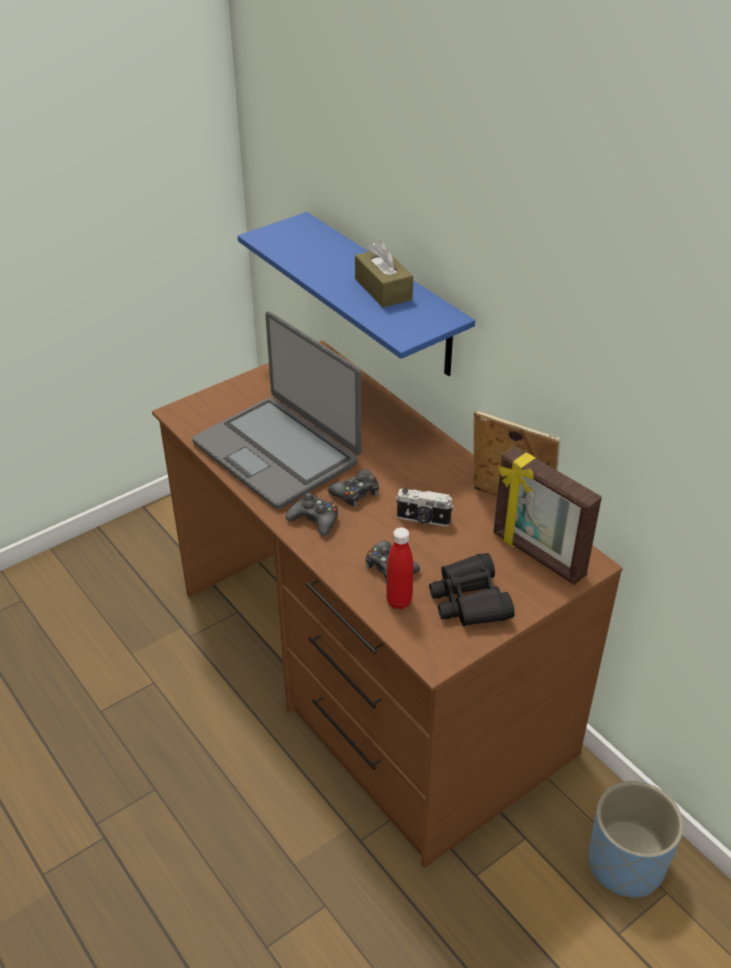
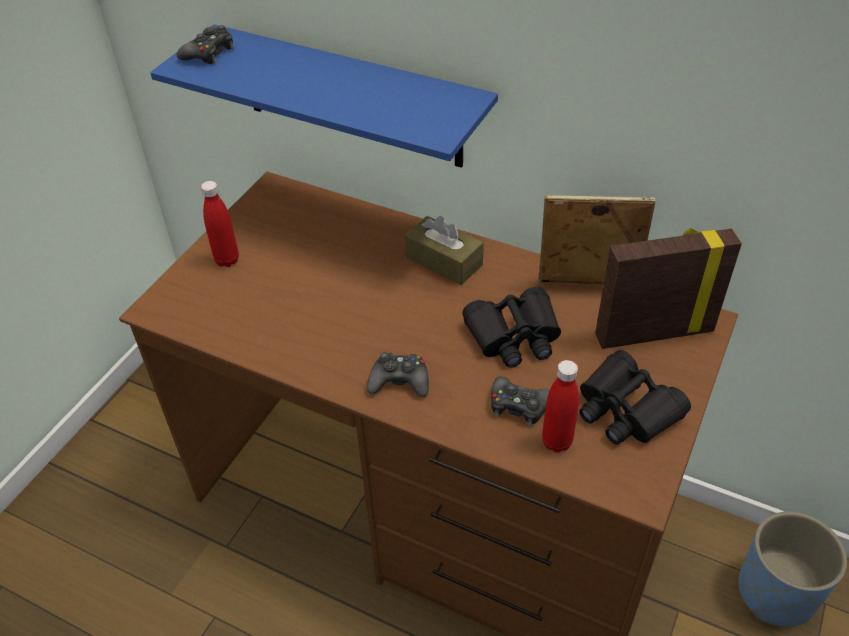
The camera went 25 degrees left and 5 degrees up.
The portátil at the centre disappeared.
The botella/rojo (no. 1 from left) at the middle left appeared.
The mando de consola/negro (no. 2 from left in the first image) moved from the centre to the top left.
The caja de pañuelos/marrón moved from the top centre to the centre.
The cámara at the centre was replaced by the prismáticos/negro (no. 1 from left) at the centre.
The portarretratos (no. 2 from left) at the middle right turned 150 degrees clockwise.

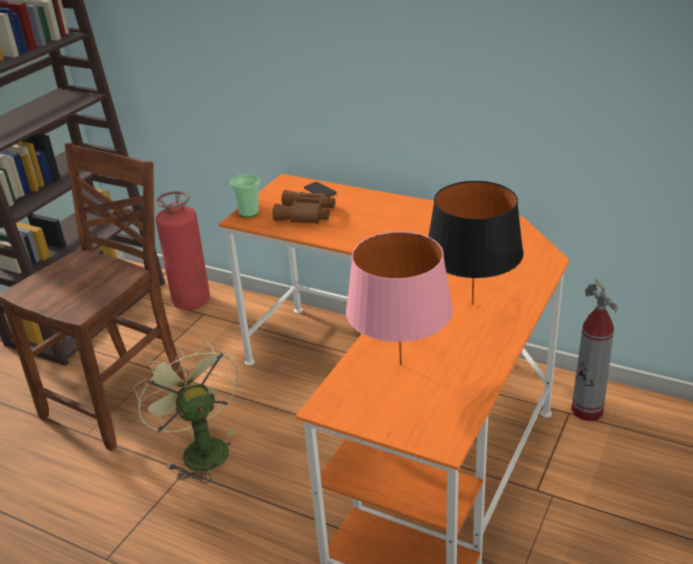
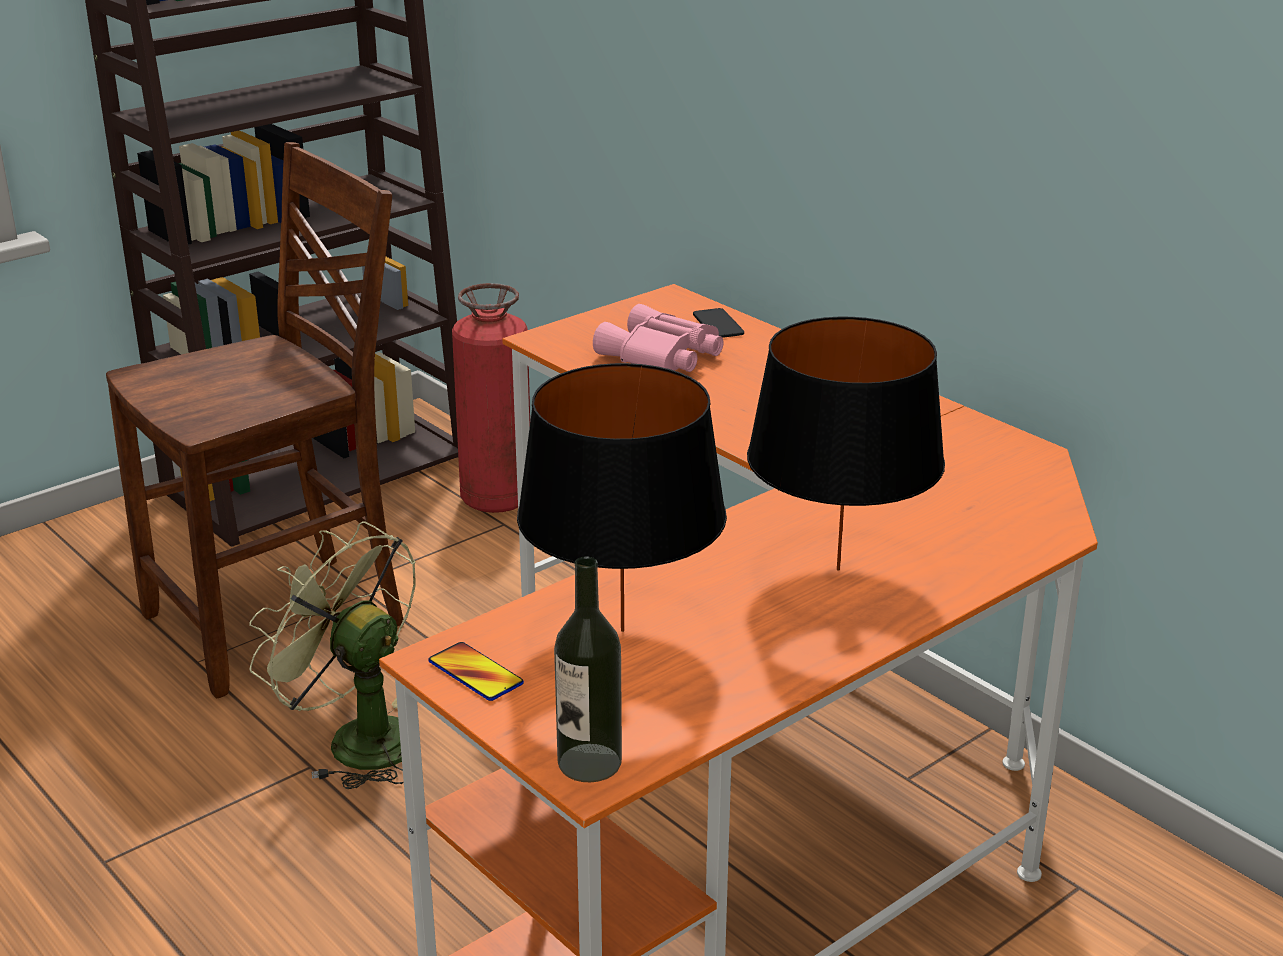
The camera went 20 degrees right and 5 degrees down.
The taza at the centre disappeared.
The extintor (no. 2 from left) at the middle right disappeared.
The móvil (no. 1 from left) at the bottom centre appeared.
The botella at the bottom centre appeared.
The prismáticos/marrón at the centre became the prismáticos/rosa at the centre.
The lámpara de mesa/rosa at the centre became the lámpara de mesa/negro (no. 1 from left) at the centre.
The ventilador/verde at the bottom left turned 45 degrees counterclockwise.

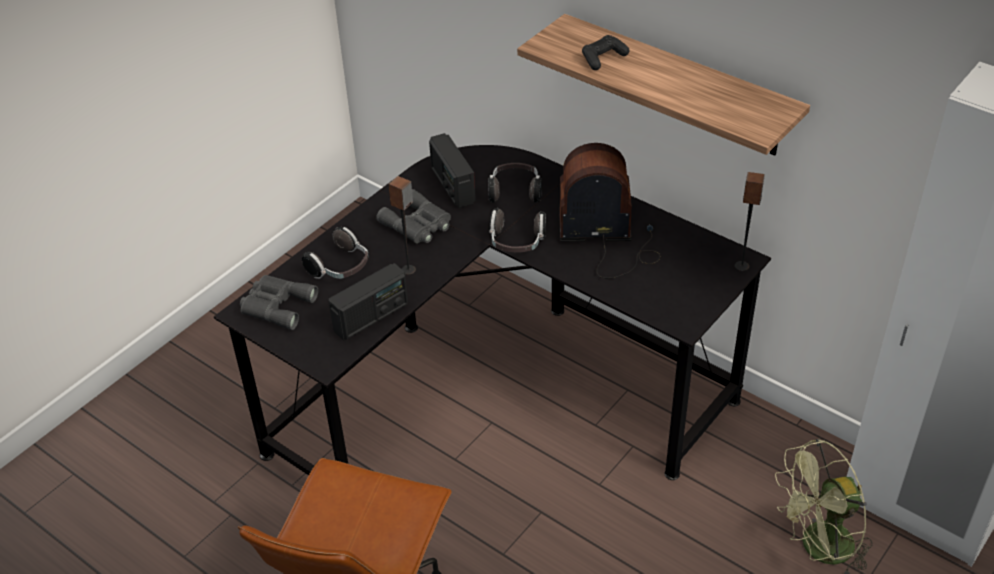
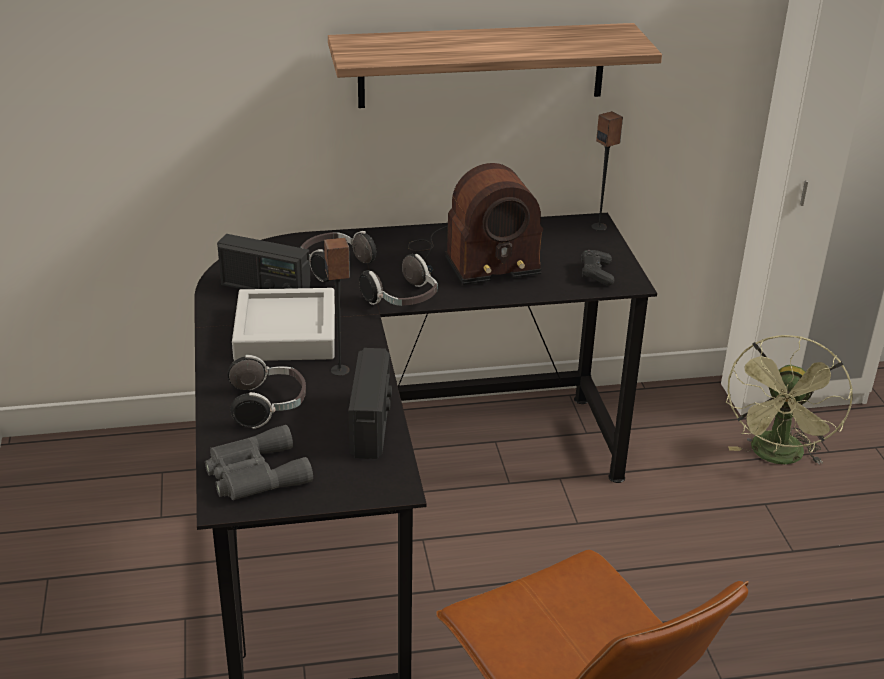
The camera went 50 degrees left and 10 degrees down.
The mando de consola/negro moved from the top centre to the middle right.
The prismáticos/gris (no. 2 from left) at the centre was replaced by the bandeja/gris at the middle left.
The radio (no. 3 from left) at the centre turned 150 degrees counterclockwise.

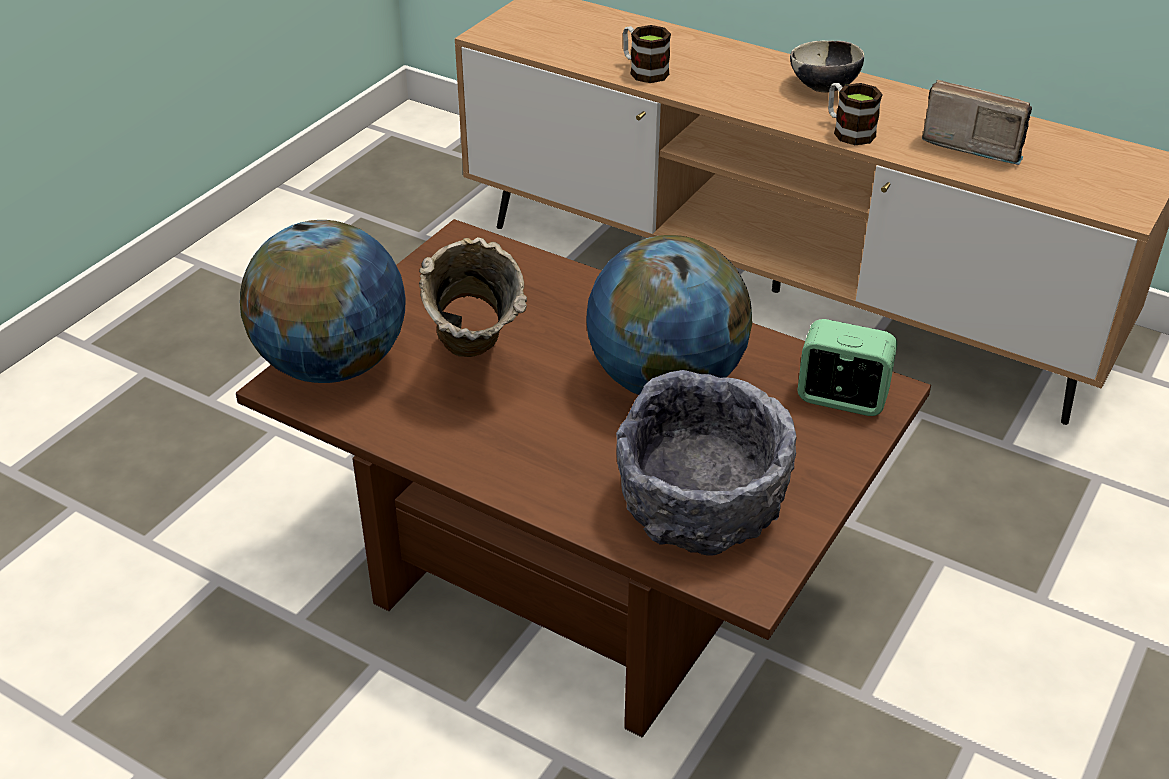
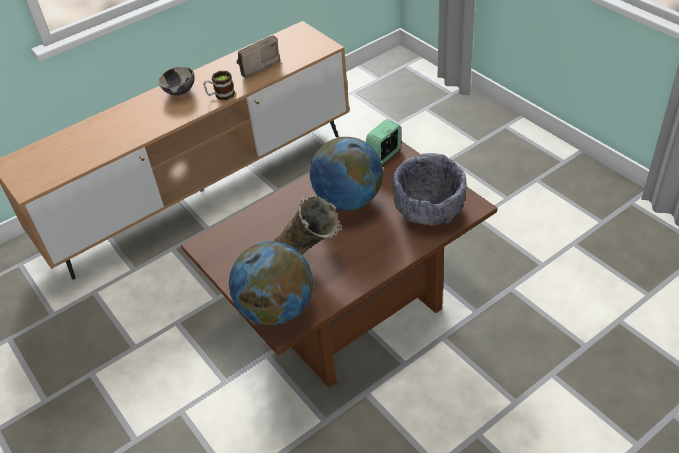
The camera went 65 degrees left and 5 degrees up.
The taza grande (no. 1 from left) at the top centre disappeared.

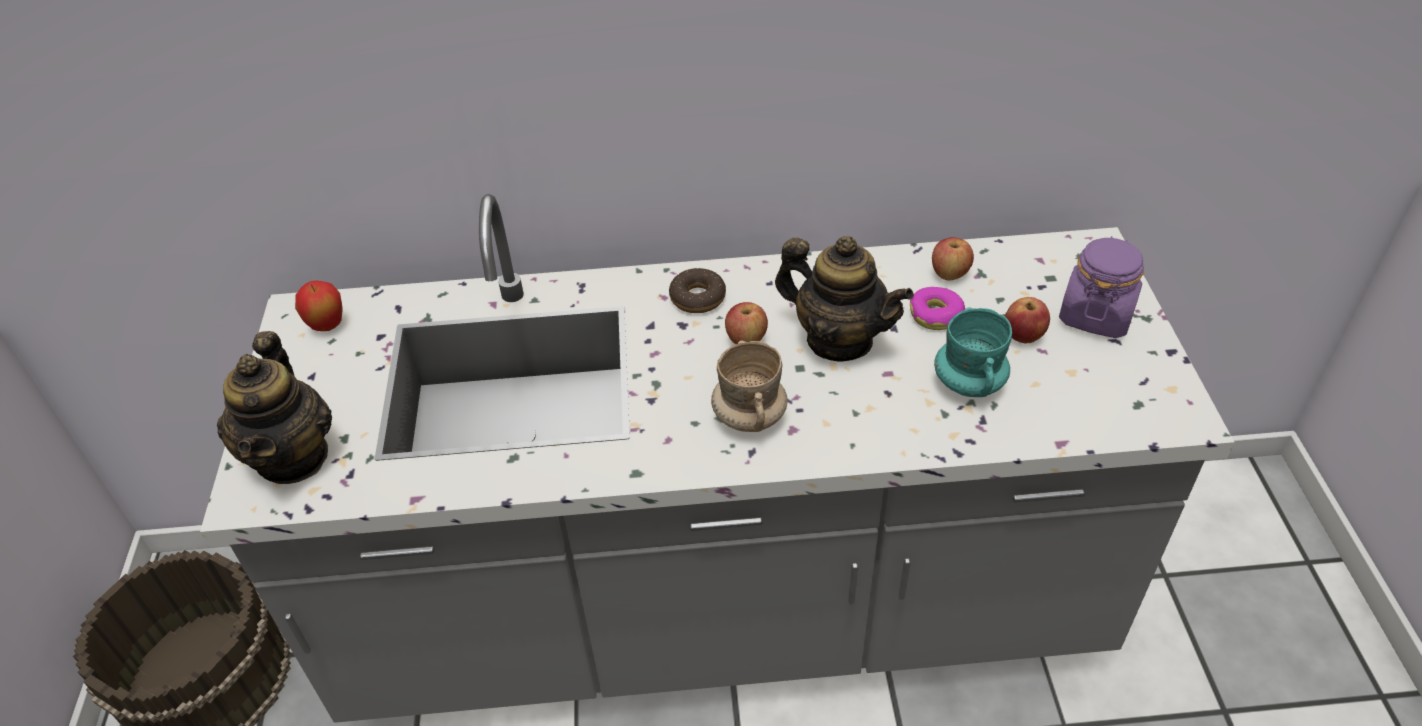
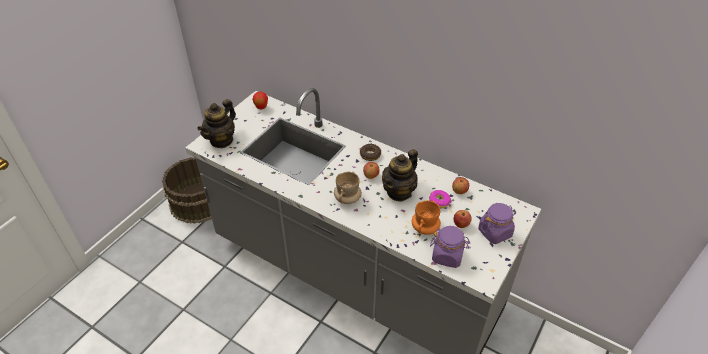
The camera went 35 degrees right and 0 degrees up.
The tarro/morado (no. 1 from left) at the bottom centre appeared.
The taza grande/turquesa at the middle right became the taza grande/naranja at the centre.
The tetera (no. 2 from left) at the centre turned 60 degrees clockwise.

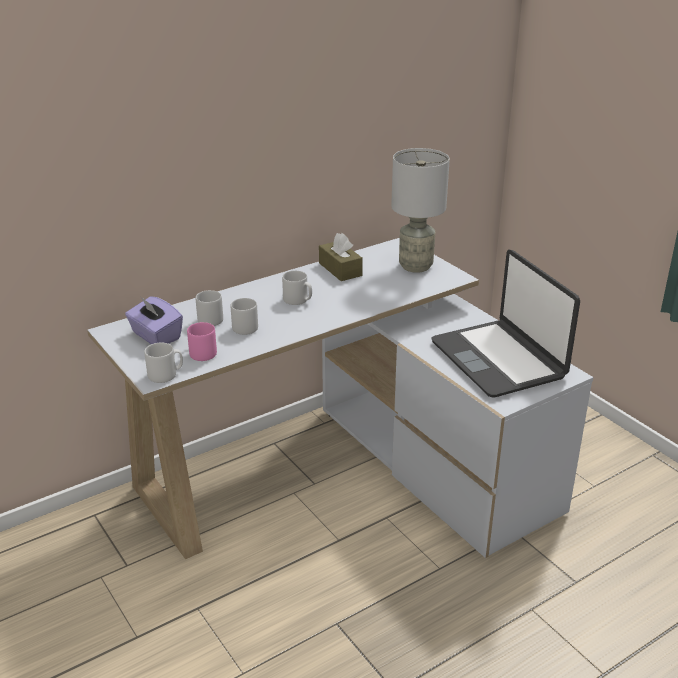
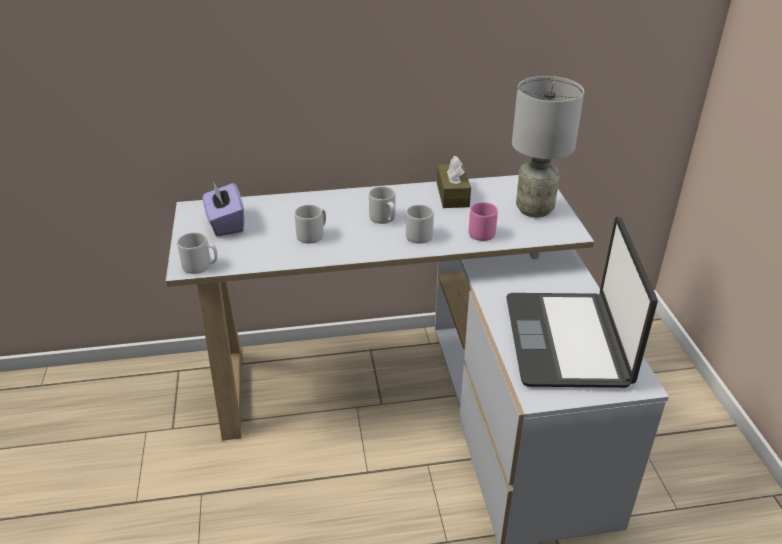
The camera went 25 degrees right and 5 degrees up.
The taza grande/rosa moved from the middle left to the centre.
The taza grande/gris (no. 2 from left in the first image) moved from the middle left to the centre.

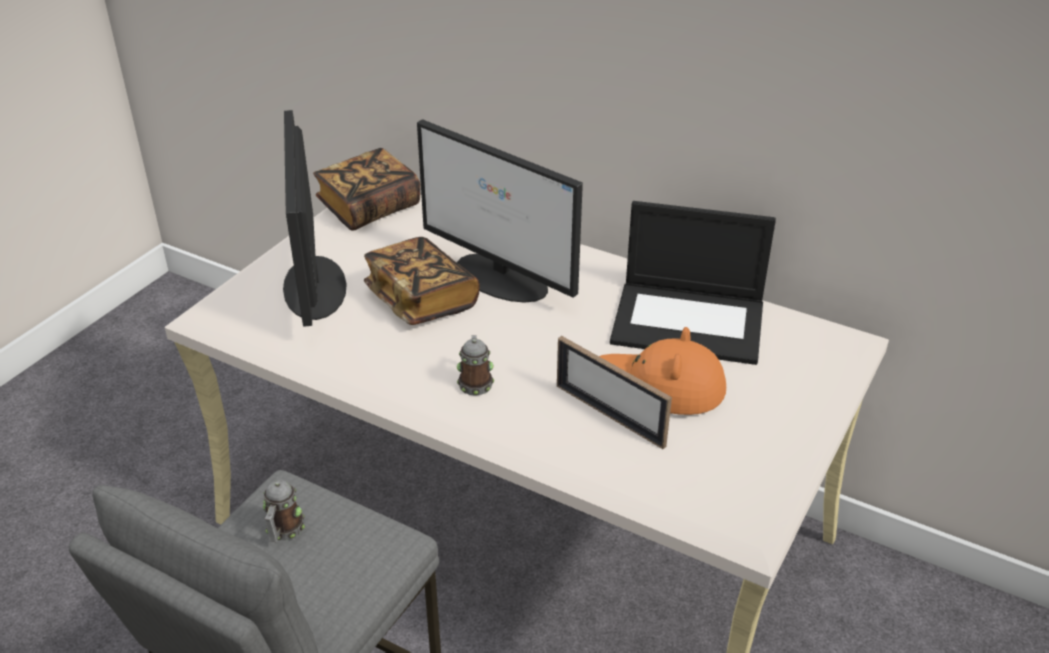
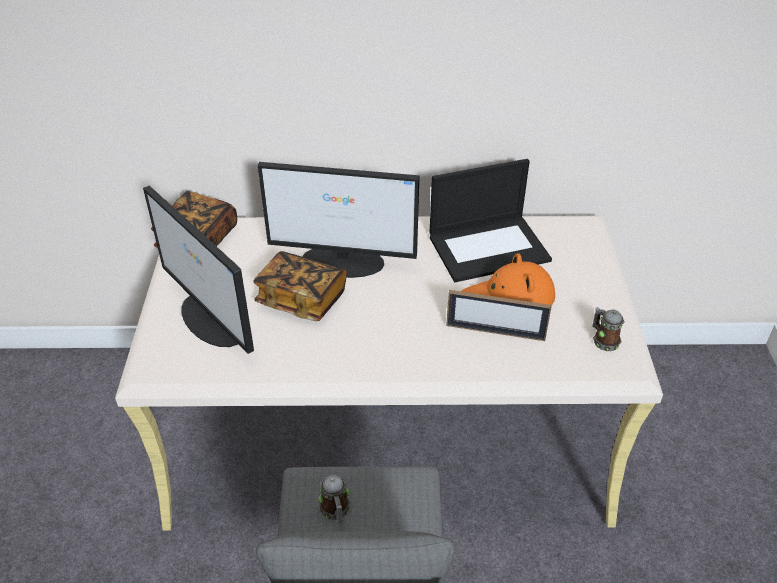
The camera went 30 degrees left and 5 degrees up.
The taza grande (no. 2 from left) moved from the centre to the middle right.

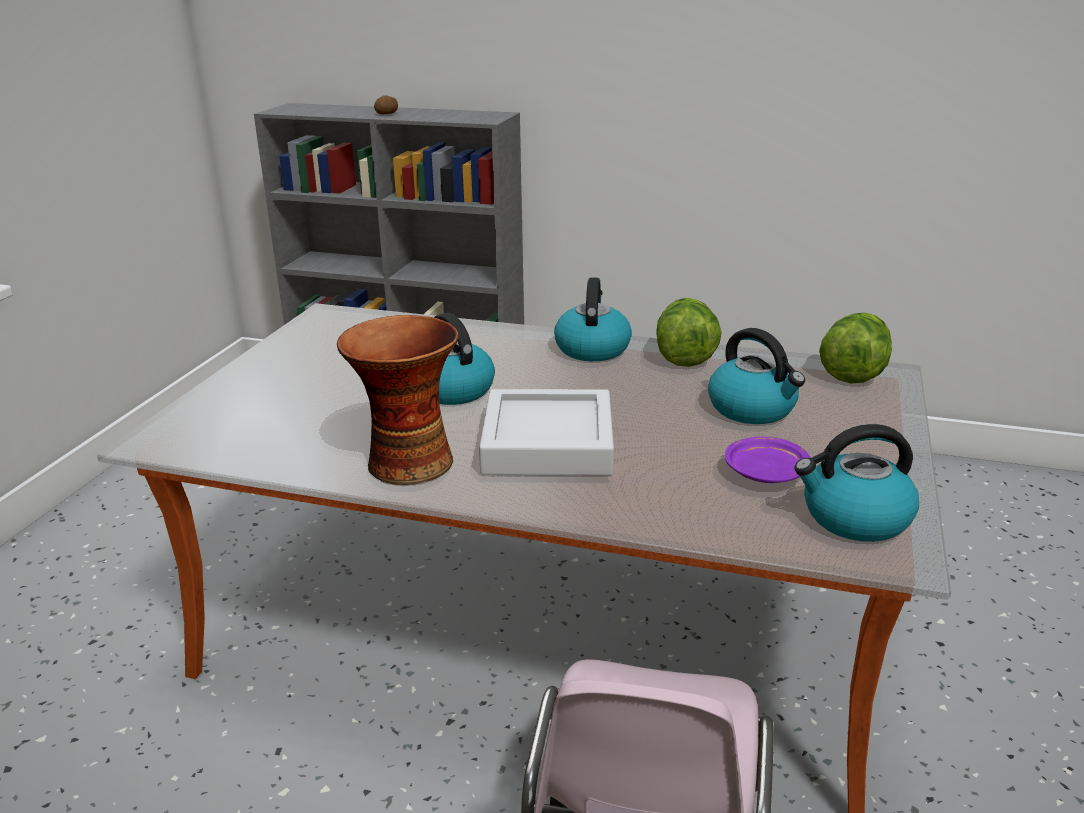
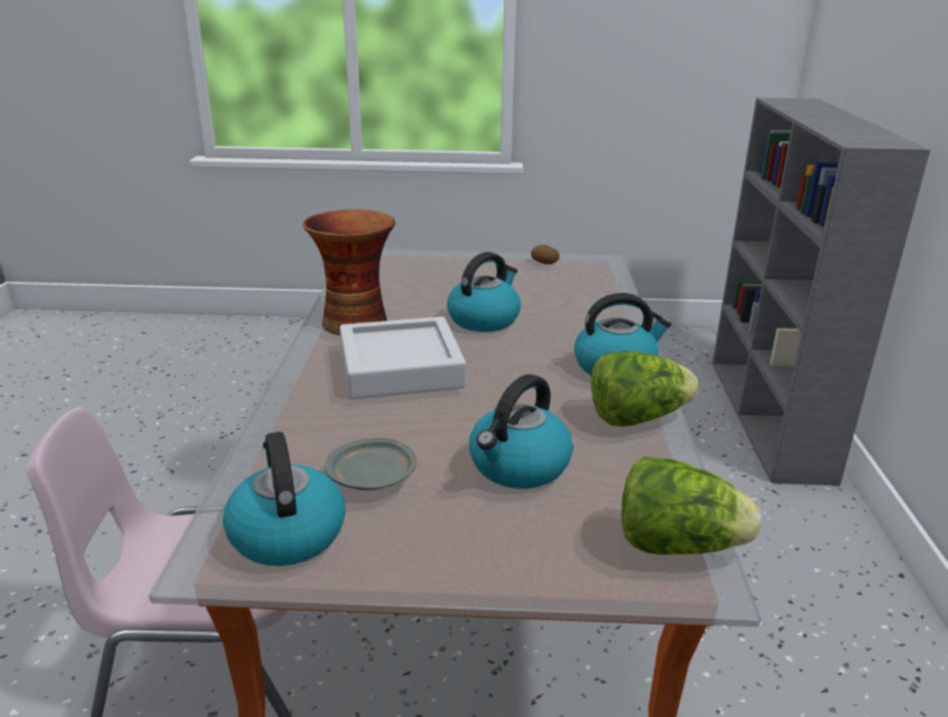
The camera went 75 degrees right and 0 degrees up.
The patata moved from the top centre to the centre.
The plato/morado at the middle right became the plato/gris at the centre.

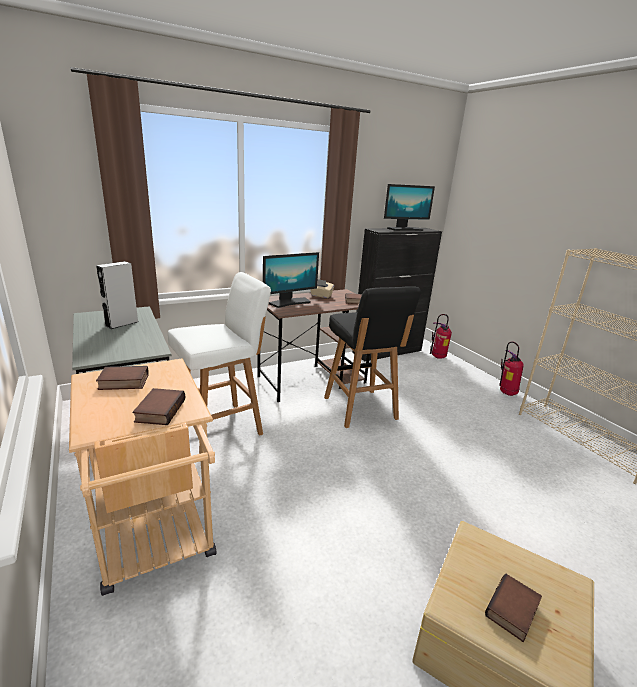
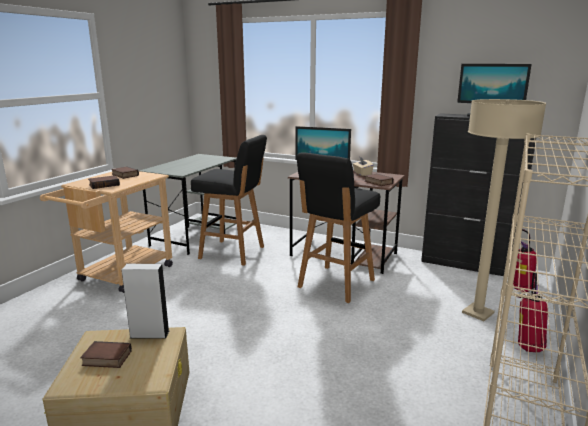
The camera went 55 degrees right and 5 degrees down.
The lámpara de pie/beis at the middle right appeared.
The altavoz/gris moved from the middle left to the bottom left.
The taburete/blanco at the centre became the taburete/negro (no. 1 from left) at the centre.

